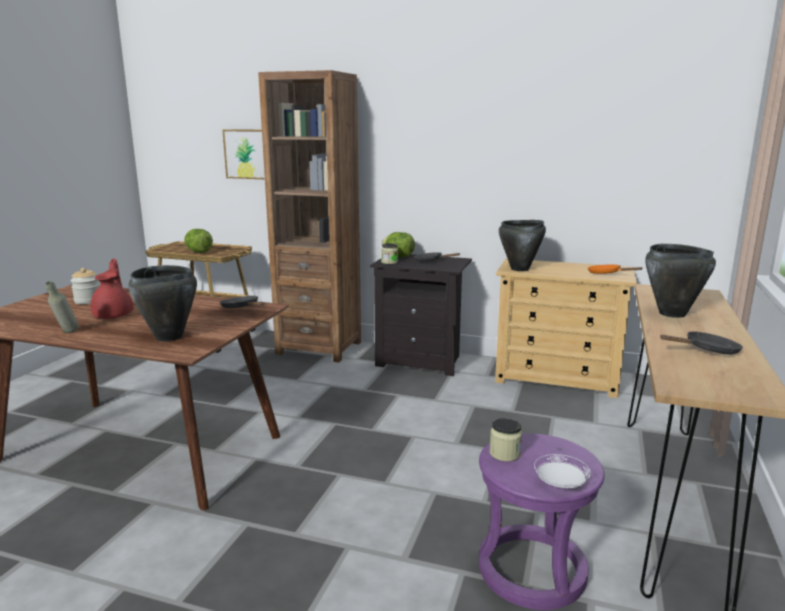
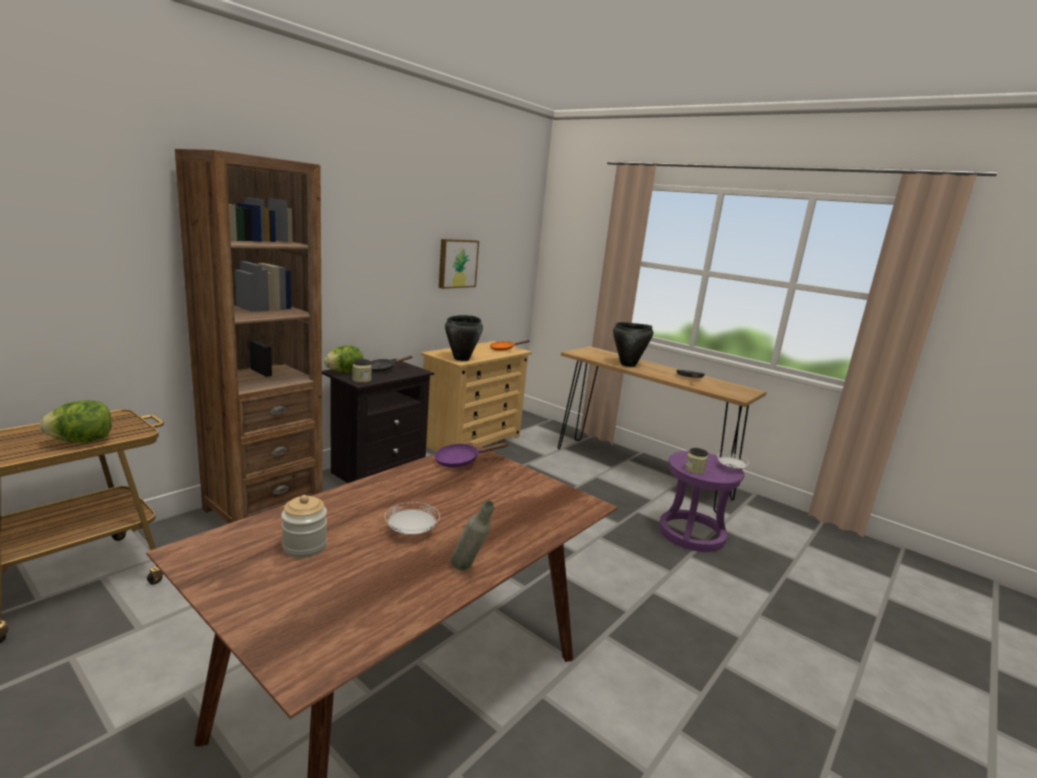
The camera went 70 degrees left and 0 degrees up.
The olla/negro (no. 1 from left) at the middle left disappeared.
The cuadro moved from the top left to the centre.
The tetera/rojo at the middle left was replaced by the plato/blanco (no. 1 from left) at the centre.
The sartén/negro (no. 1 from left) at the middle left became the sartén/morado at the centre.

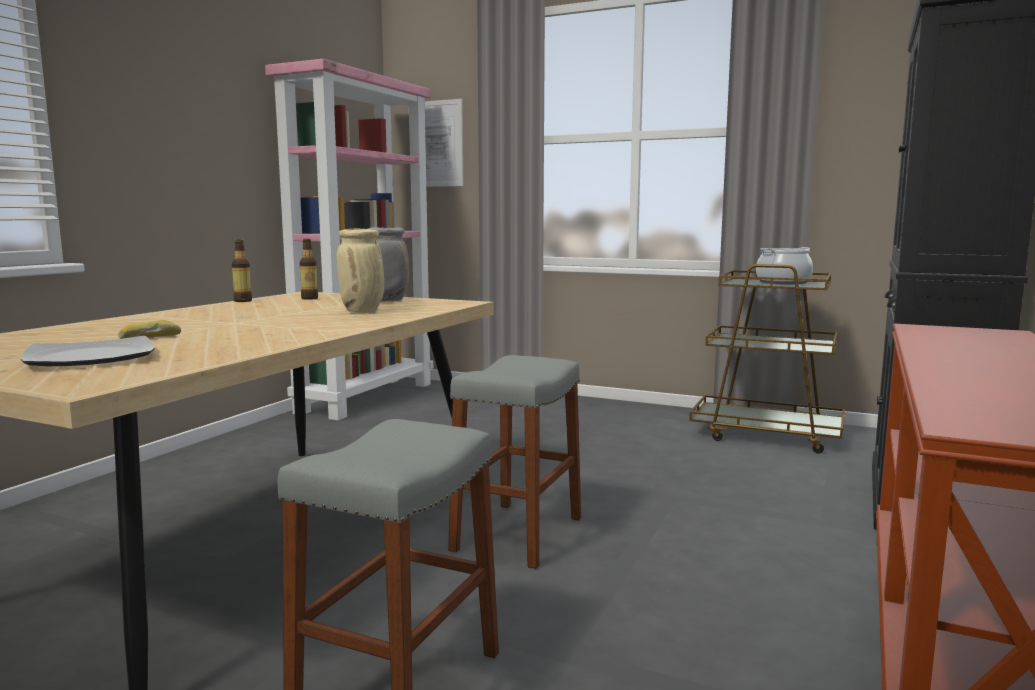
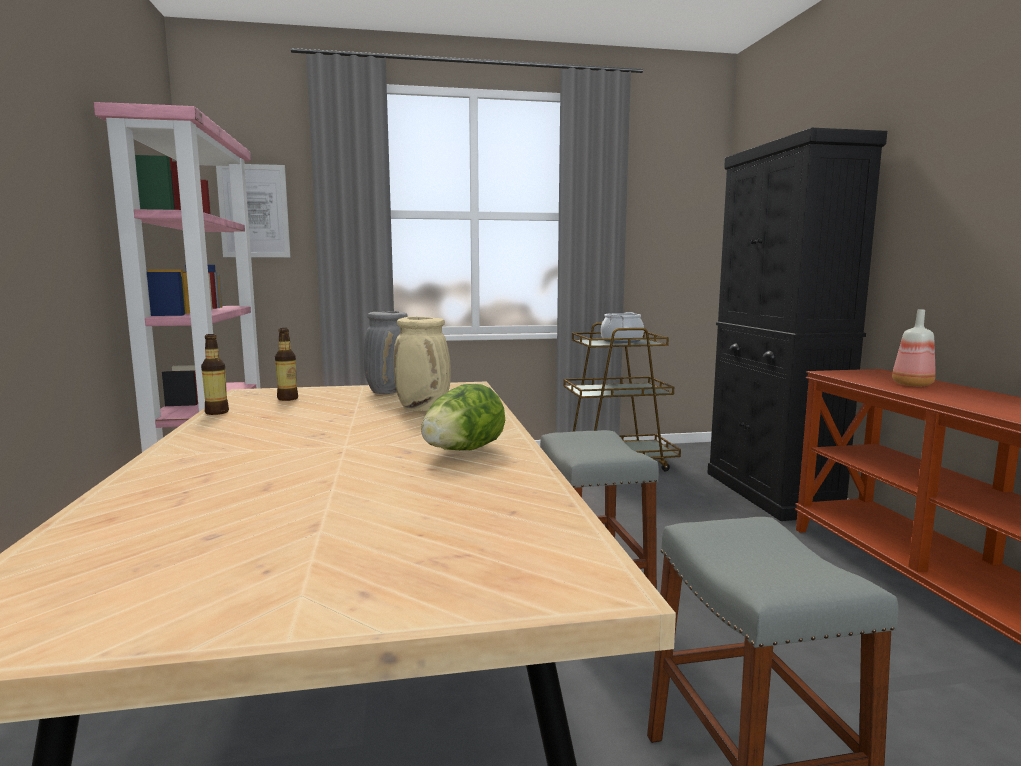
The camera went 35 degrees left and 0 degrees up.
The plato at the middle left disappeared.
The pan at the middle left disappeared.
The lechuga at the centre appeared.
The botella (no. 3 from left) at the middle right appeared.

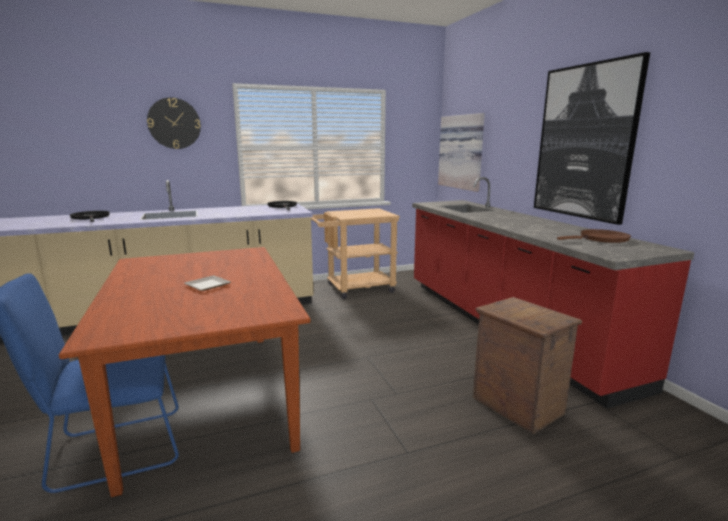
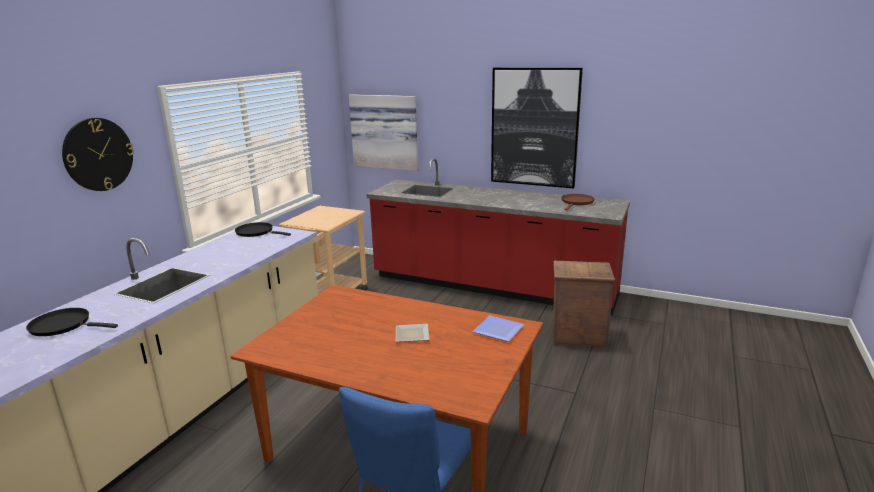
The camera went 45 degrees left and 5 degrees up.
The plato (no. 2 from left) at the bottom centre appeared.

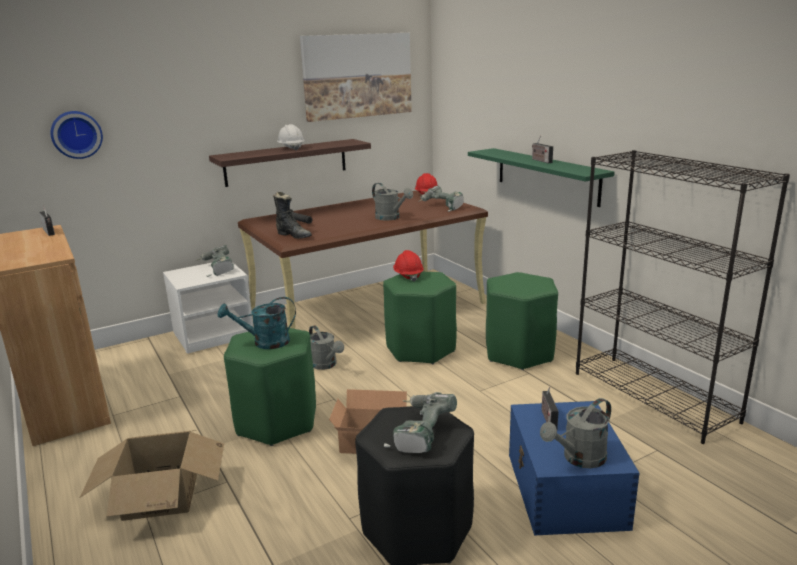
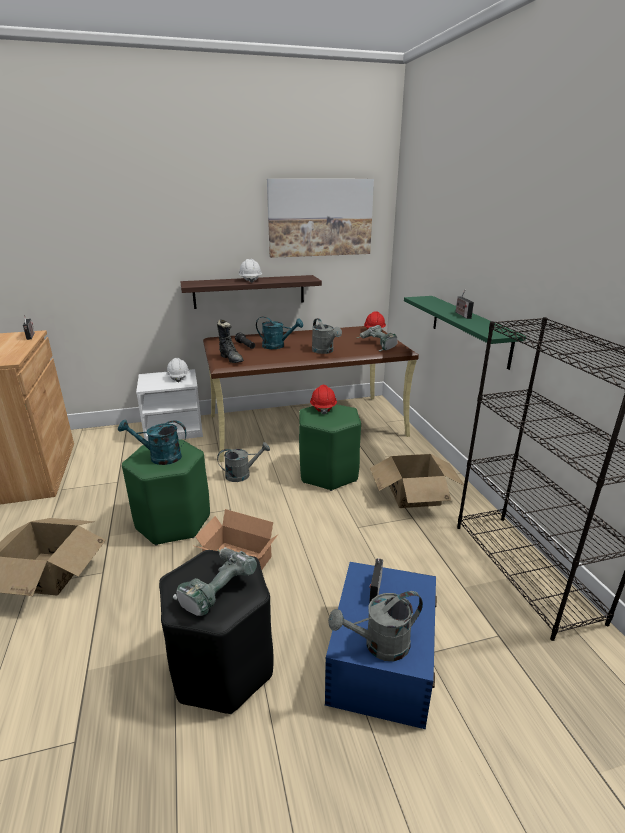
The camera went 15 degrees right and 5 degrees up.
The reloj de pared at the top left disappeared.
The regadera/turquesa (no. 2 from left) at the centre appeared.
The taladro (no. 1 from left) at the middle left was replaced by the casco/blanco (no. 1 from left) at the middle left.
The taburete/verde (no. 3 from left) at the centre was replaced by the caja de cartón (no. 3 from left) at the middle right.
The regadera/gris (no. 1 from left) at the centre turned 90 degrees counterclockwise.

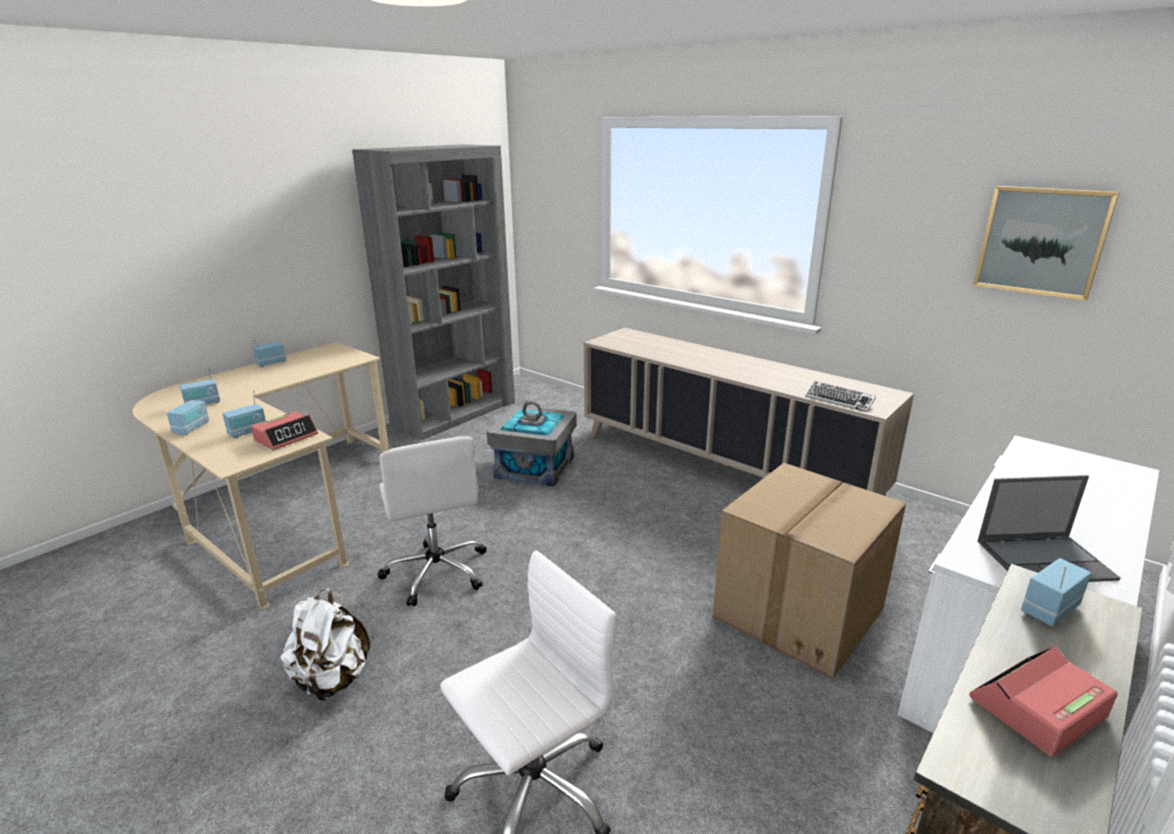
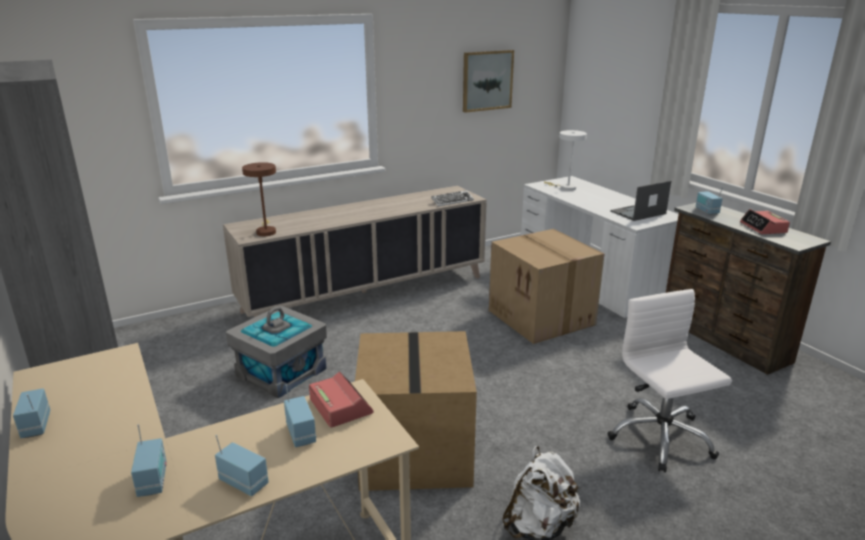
The camera went 70 degrees left and 0 degrees up.
The lámpara de mesa/marrón at the middle left appeared.
The lámpara de mesa/blanco at the top centre appeared.
The silla de oficina/blanco (no. 1 from left) at the centre was replaced by the caja de cartón (no. 1 from left) at the bottom centre.
The portátil at the middle right turned 135 degrees counterclockwise.

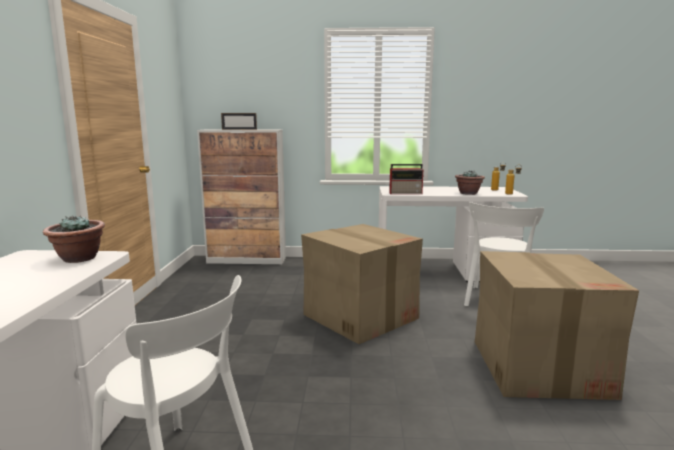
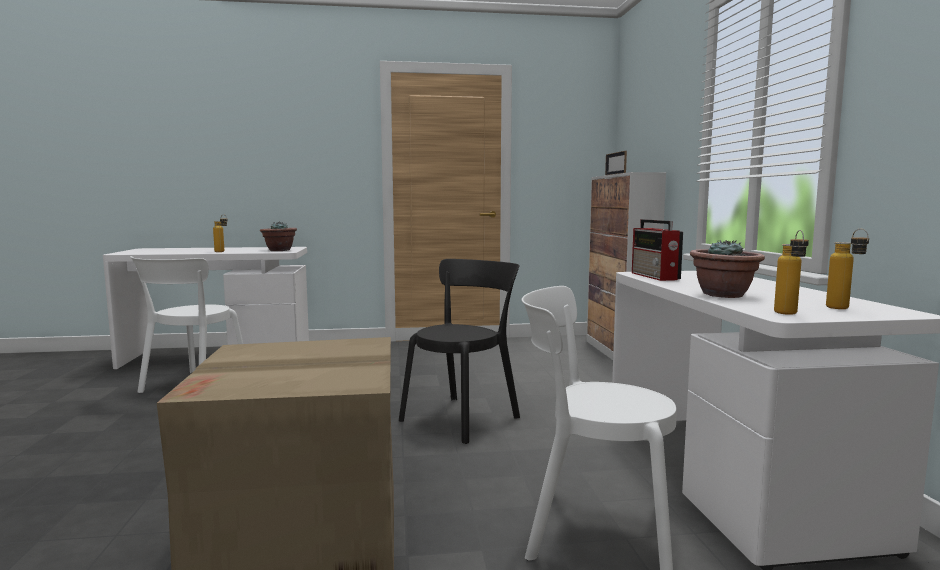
The camera went 80 degrees right and 5 degrees down.
The botella (no. 1 from left) at the middle left appeared.
The caja de cartón (no. 1 from left) at the centre was replaced by the silla/negro at the centre.

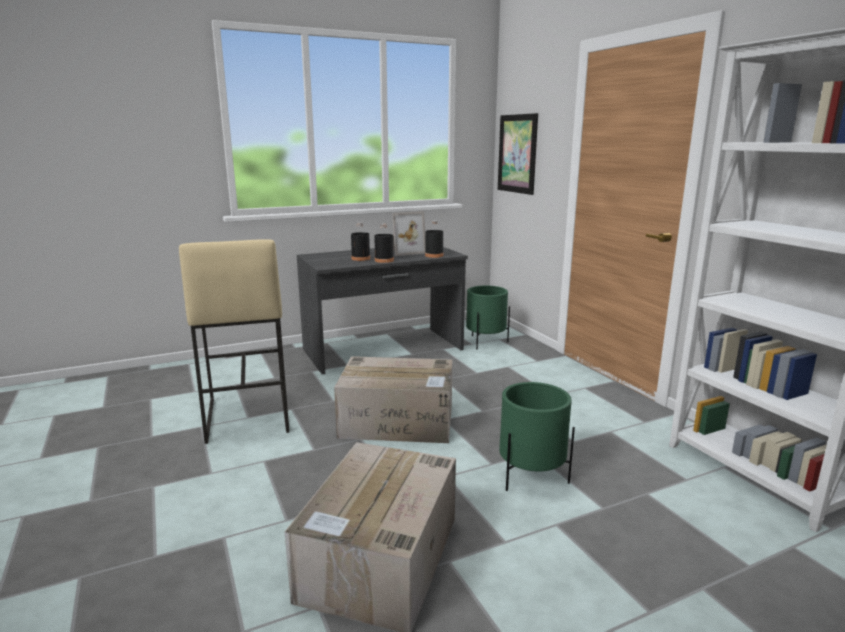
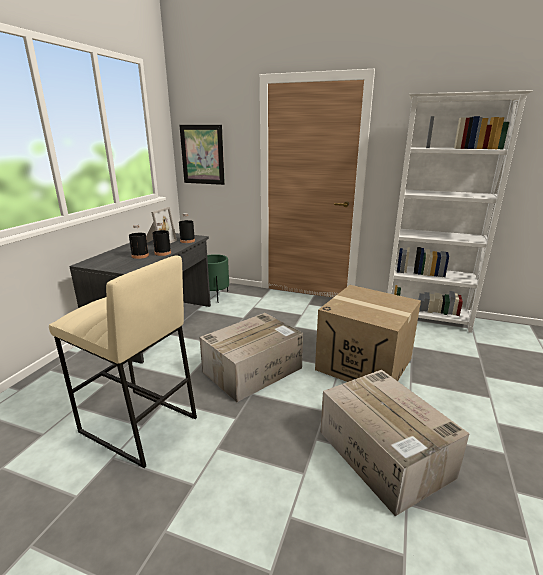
The camera went 45 degrees left and 5 degrees up.
The maceta/verde (no. 2 from left) at the bottom centre was replaced by the caja de cartón (no. 2 from left) at the middle right.

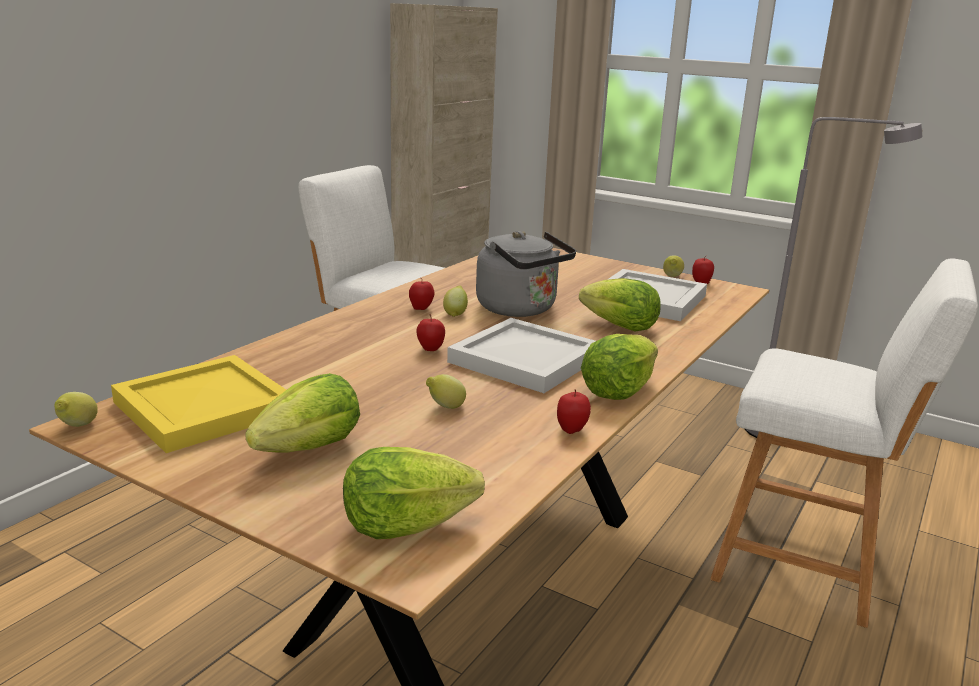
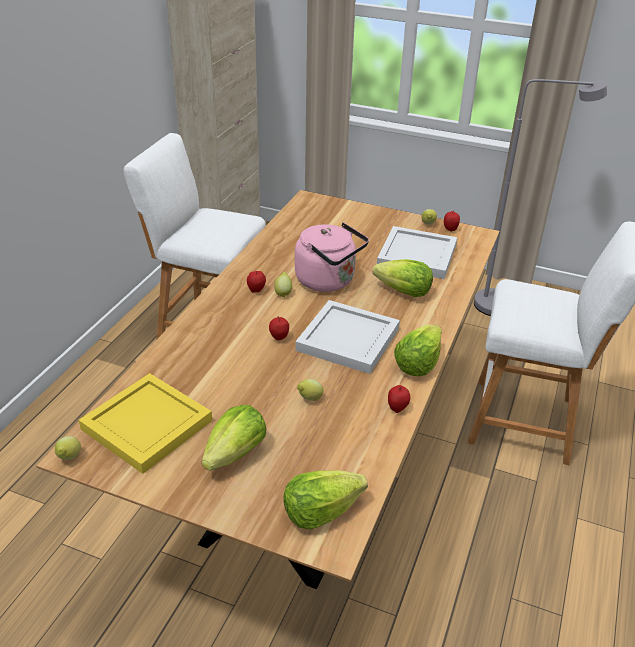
The camera went 10 degrees left and 15 degrees up.
The hervidor/gris at the centre became the hervidor/rosa at the centre.

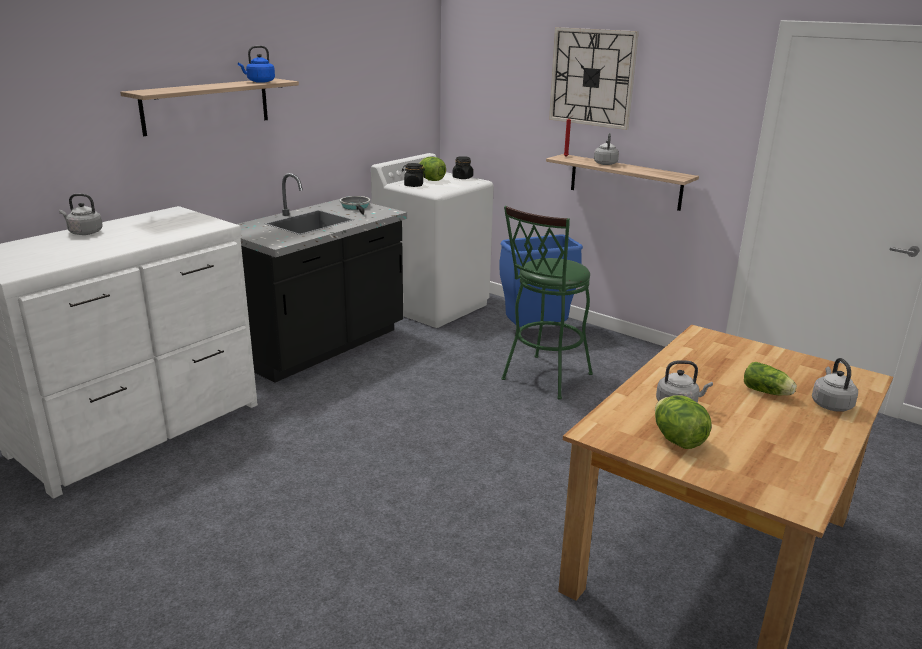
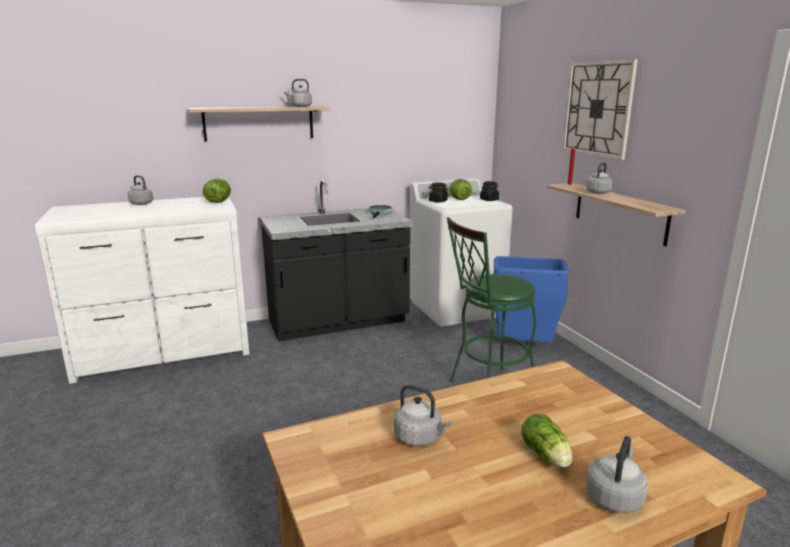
The camera went 30 degrees right and 5 degrees down.
The lechuga (no. 2 from left in the first image) moved from the middle right to the middle left.
The hervidor/azul at the top left became the hervidor/gris (no. 2 from left) at the top centre.

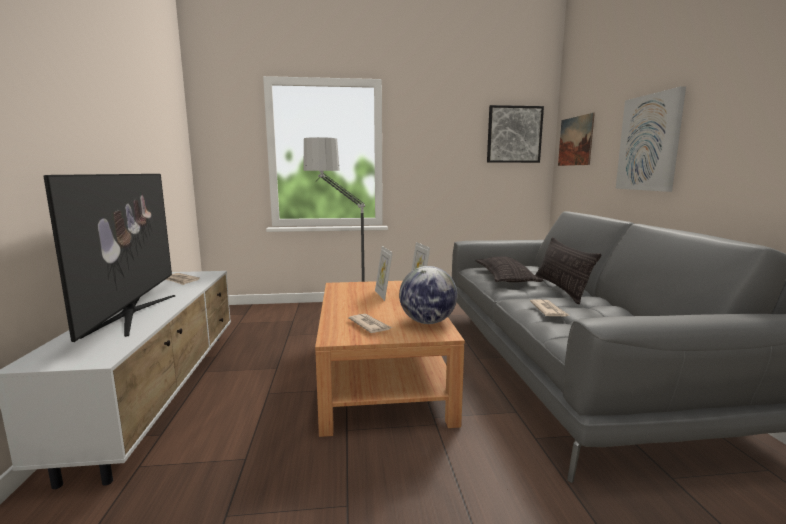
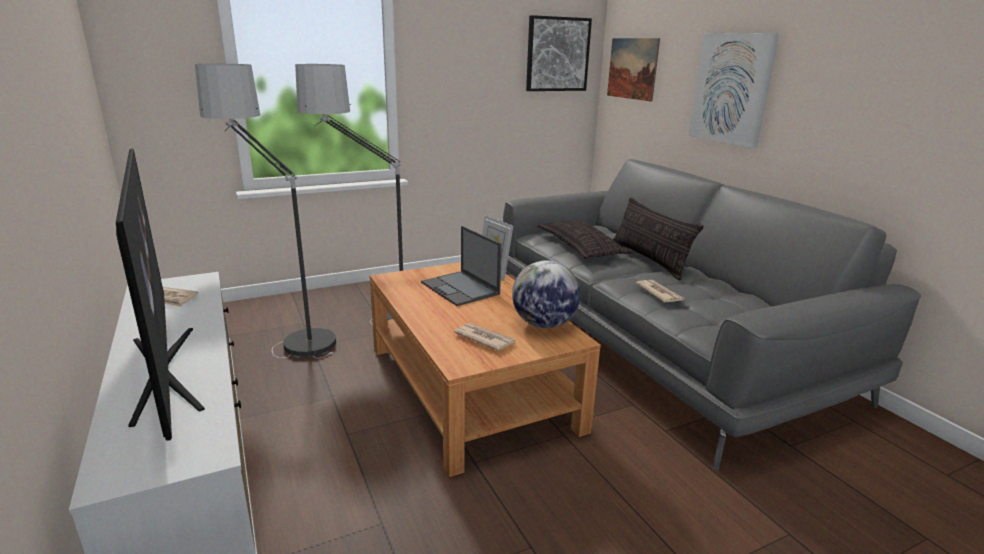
The camera went 20 degrees left and 10 degrees up.
The lámpara de pie (no. 1 from left) at the middle left appeared.
The portarretratos (no. 1 from left) at the centre was replaced by the portátil at the centre.

